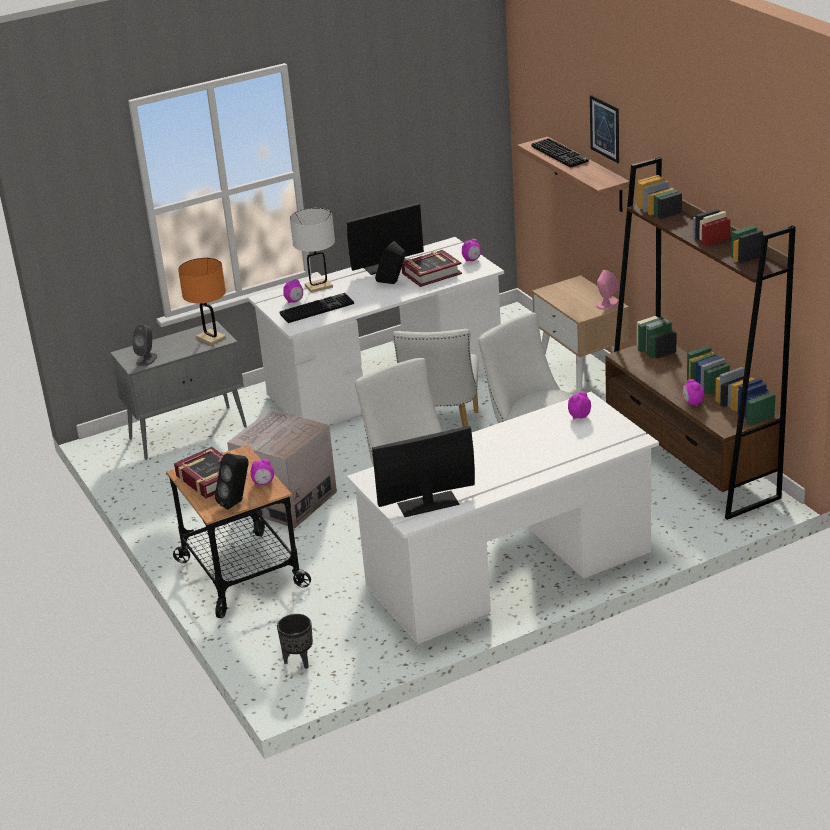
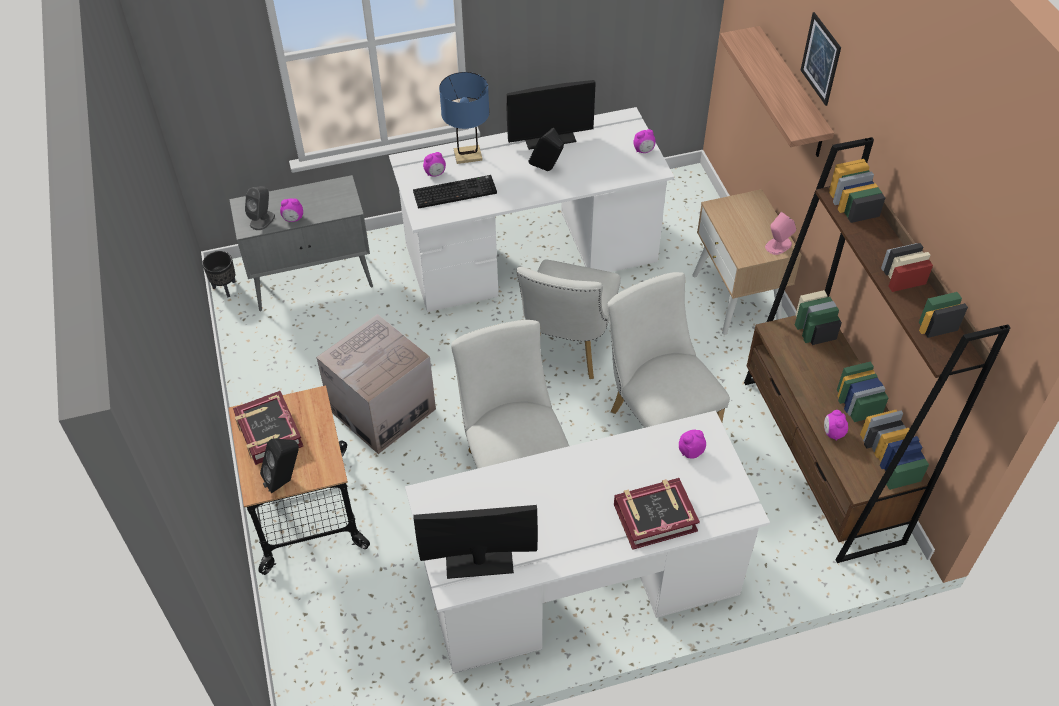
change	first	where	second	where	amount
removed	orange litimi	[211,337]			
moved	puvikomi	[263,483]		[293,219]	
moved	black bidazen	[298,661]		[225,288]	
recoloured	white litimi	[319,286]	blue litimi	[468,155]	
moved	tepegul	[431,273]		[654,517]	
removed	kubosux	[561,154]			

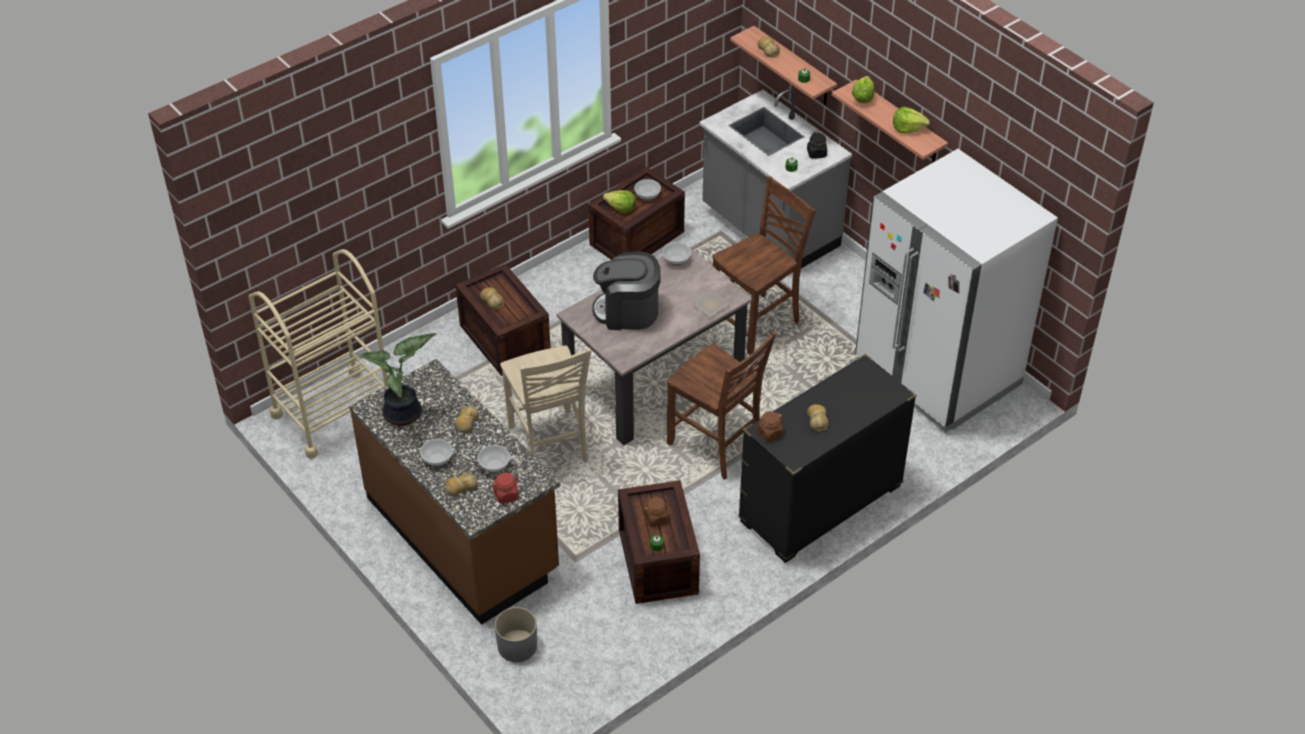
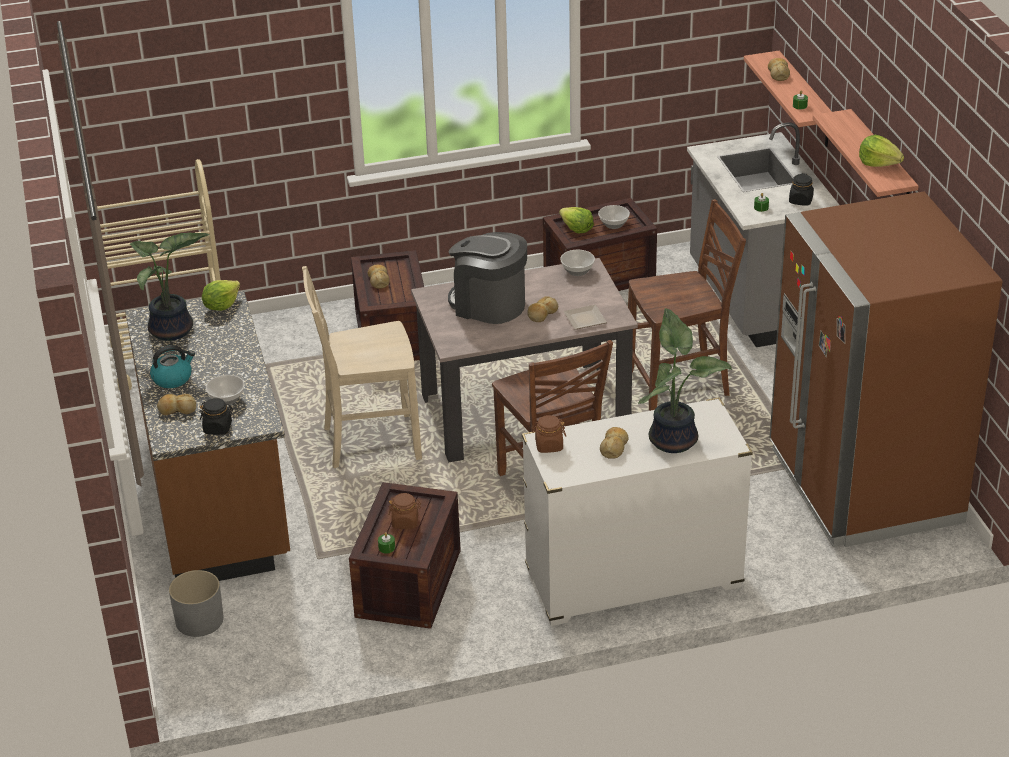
change	first	where	second	where	amount
replaced	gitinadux	[436,459]	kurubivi	[173,378]	
moved	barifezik	[466,423]		[542,314]	
recoloured	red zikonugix	[506,495]	black zikonugix	[218,428]	
turned	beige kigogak	[549,445]		[369,442]	75 degrees clockwise
recoloured	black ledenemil	[820,504]	white ledenemil	[633,580]	
moved	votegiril	[862,98]		[221,306]	
recoloured	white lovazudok	[937,373]	brown lovazudok	[864,486]	
added			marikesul	[675,439]	

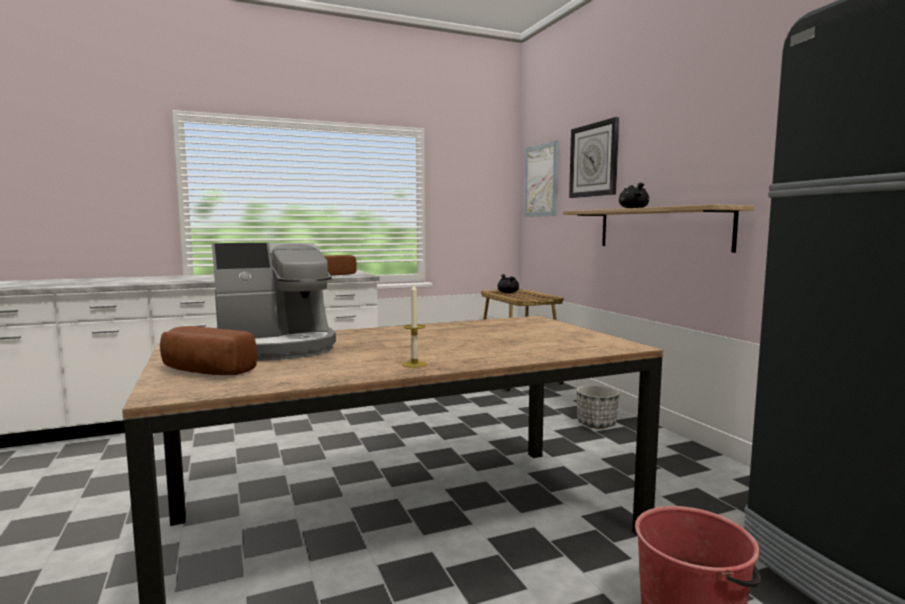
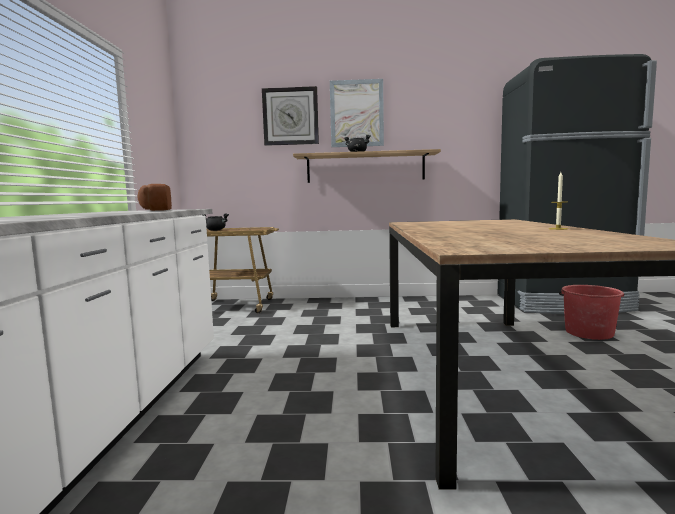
change	first	where	second	where	amount
removed	barifezik	[203,371]			
removed	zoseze	[274,348]			
moved	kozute	[541,180]		[356,113]	
removed	bidazen	[596,424]			

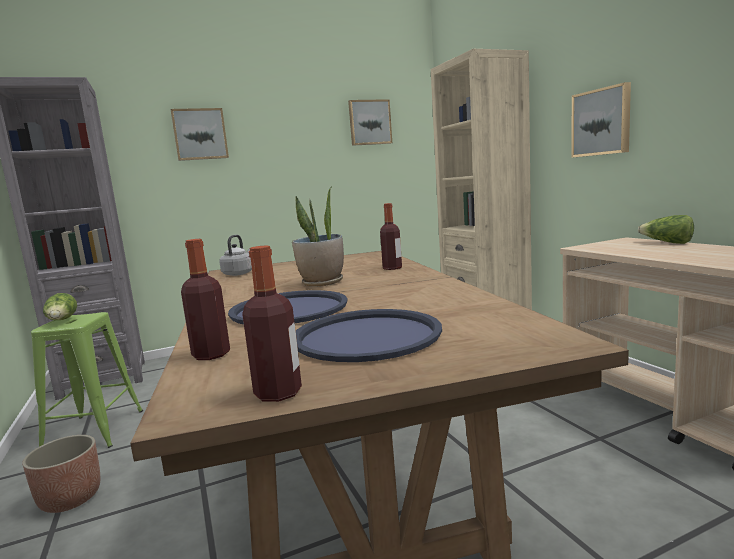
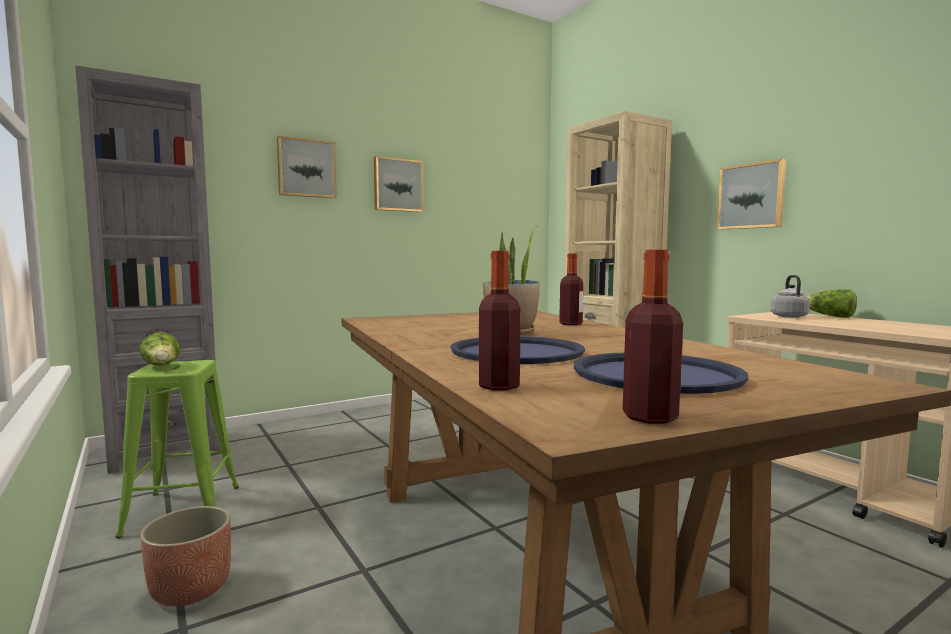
change	first	where	second	where	amount
moved	grey kurubivi	[239,273]		[788,316]	
moved	kozute	[369,122]		[398,185]	

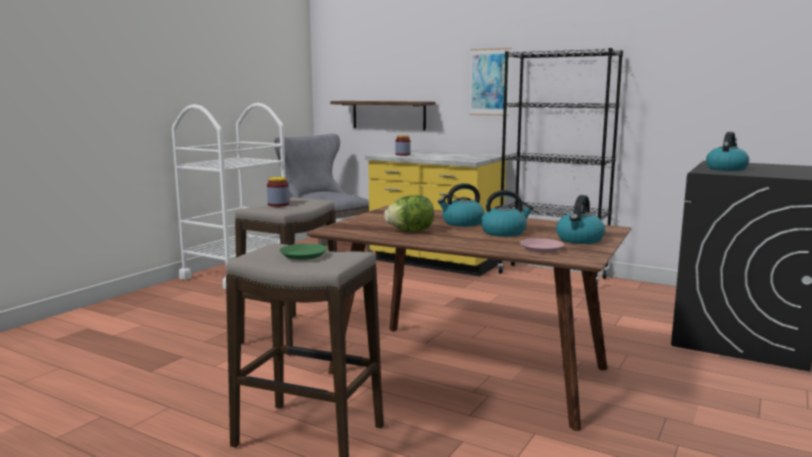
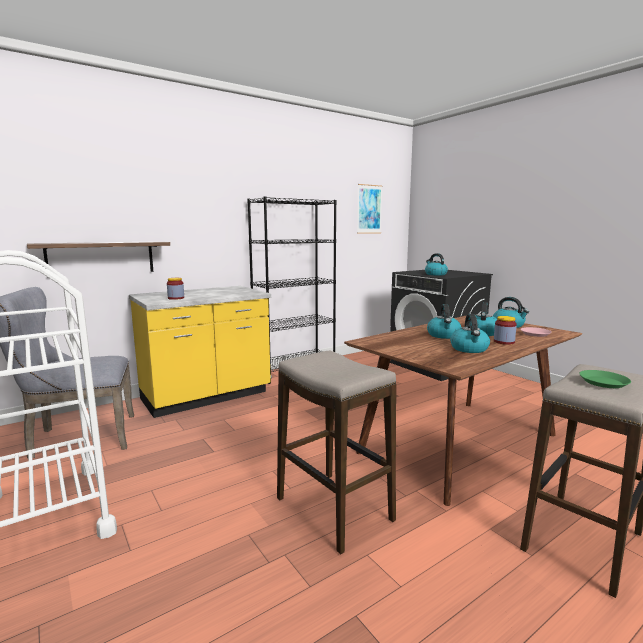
change	first	where	second	where	amount
moved	zikonugix	[278,204]		[504,342]	
replaced	votegiril	[410,231]	kurubivi	[469,349]	
moved	kozute	[489,82]		[369,209]	

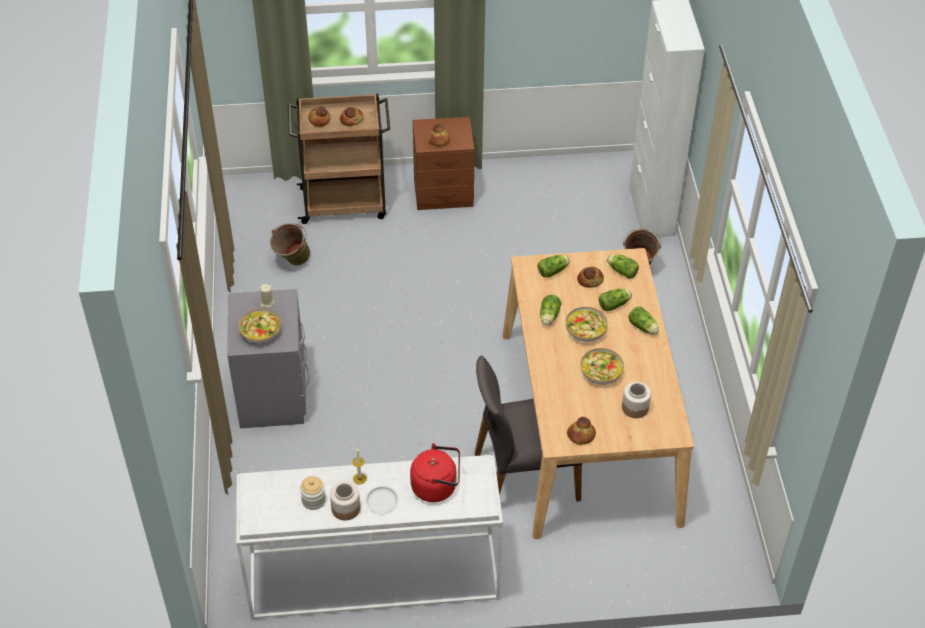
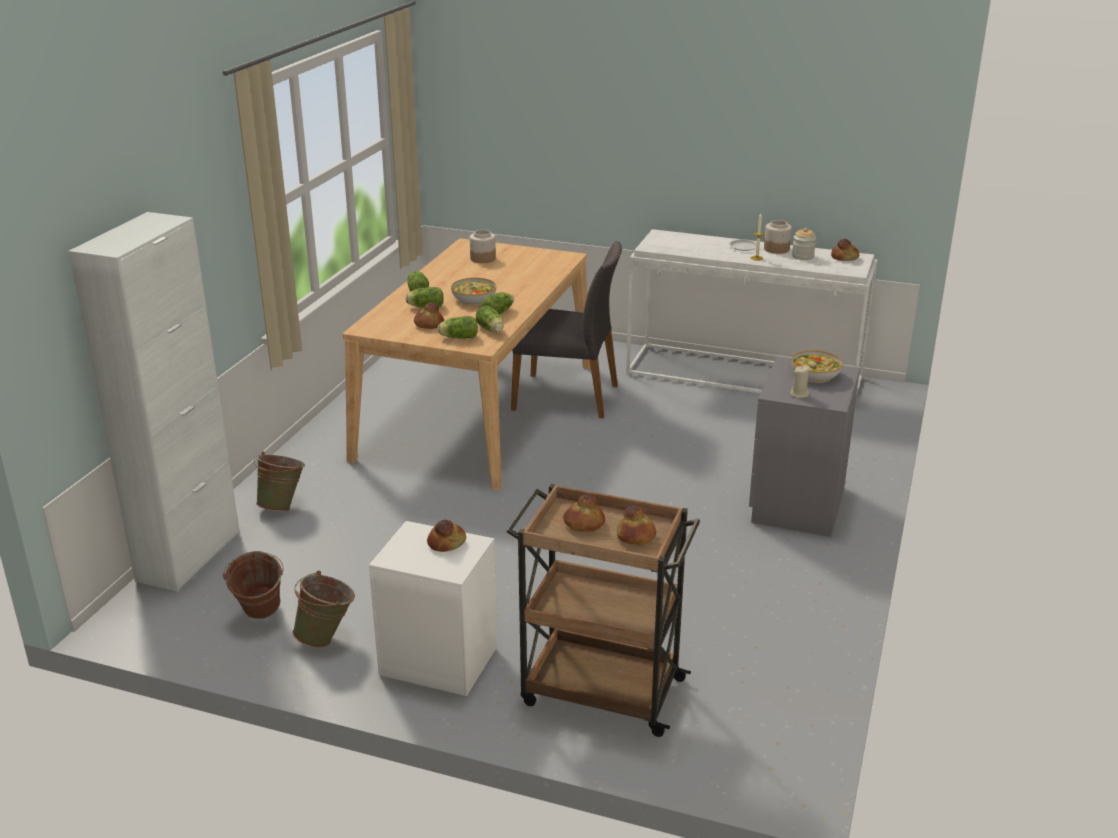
change	first	where	second	where	amount
moved	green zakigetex	[292,263]		[327,638]	
removed	red kurubivi	[437,486]			
recoloured	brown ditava	[445,193]	white ditava	[437,659]	
moved	barifezik	[580,435]		[844,258]	
removed	gitinadux	[601,373]			
moved	votegiril	[621,271]		[491,330]	
added			brown zakigetex	[260,617]	

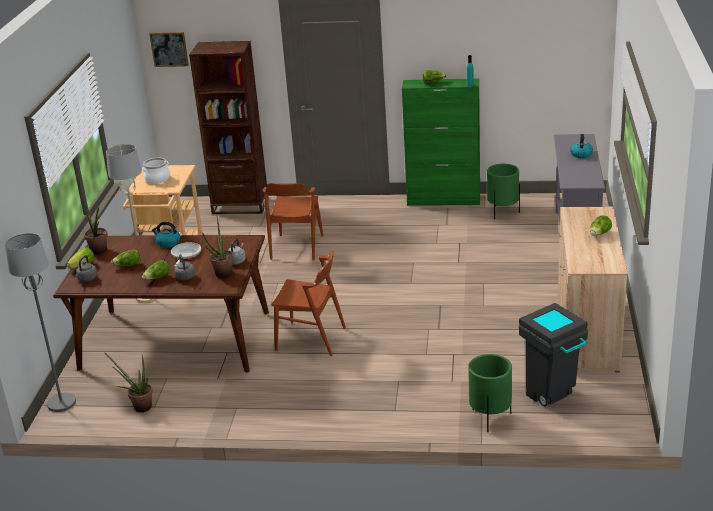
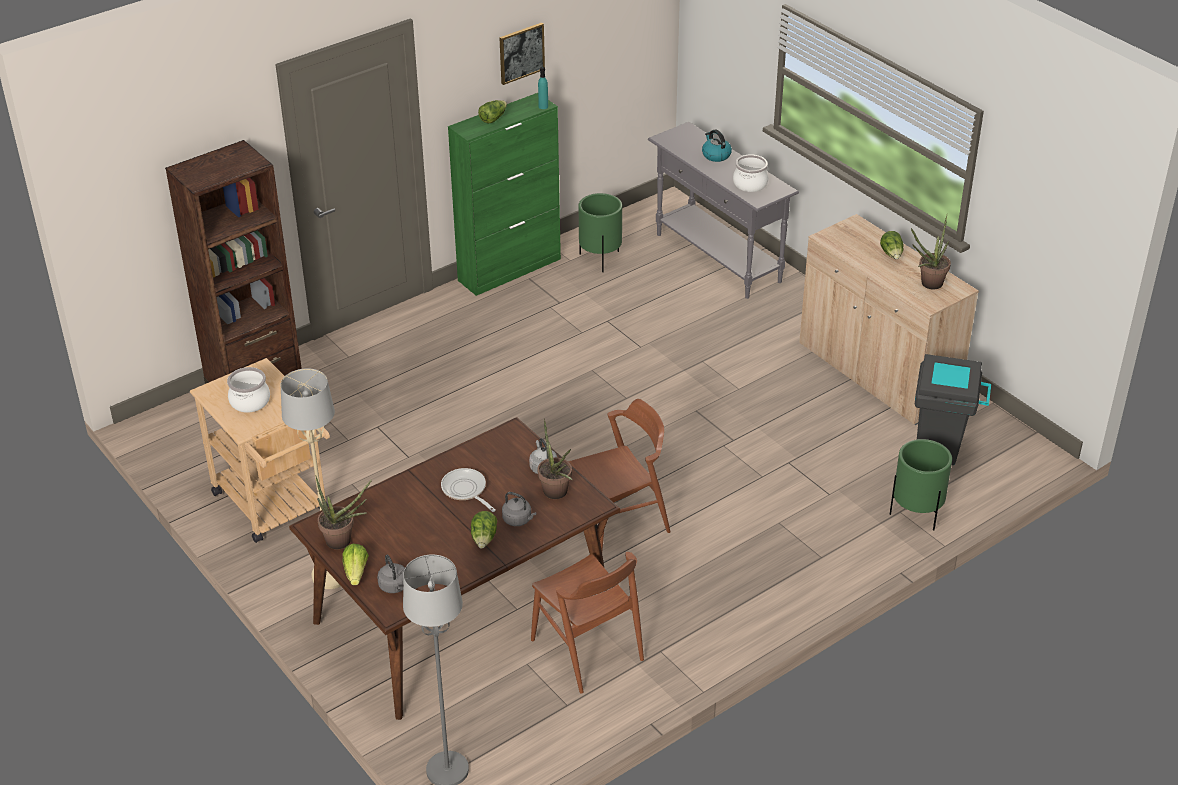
change	first	where	second	where	amount
moved	marikesul	[139,407]		[927,284]	
removed	votegiril	[128,266]			
moved	kozute	[169,49]		[521,53]	
removed	kurubivi	[168,243]			
moved	brown kigogak	[296,247]		[587,649]	
added			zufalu	[750,184]	

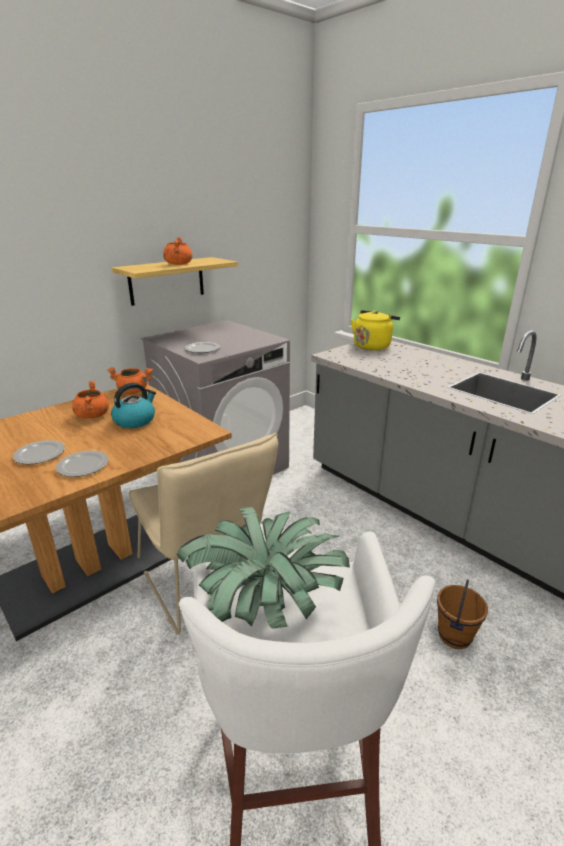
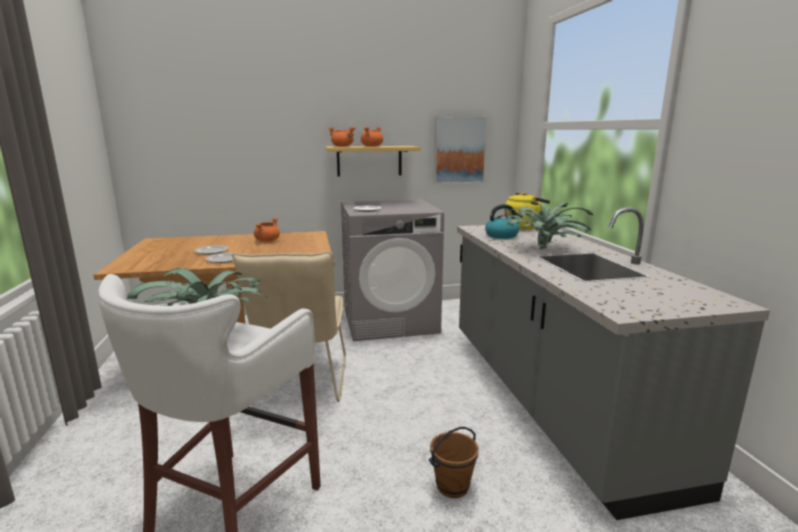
change	first	where	second	where	amount
moved	orange zufalu	[133,391]		[342,146]	
moved	kurubivi	[135,420]		[502,235]	
added			kozute	[459,150]	
added			marikesul	[545,250]	

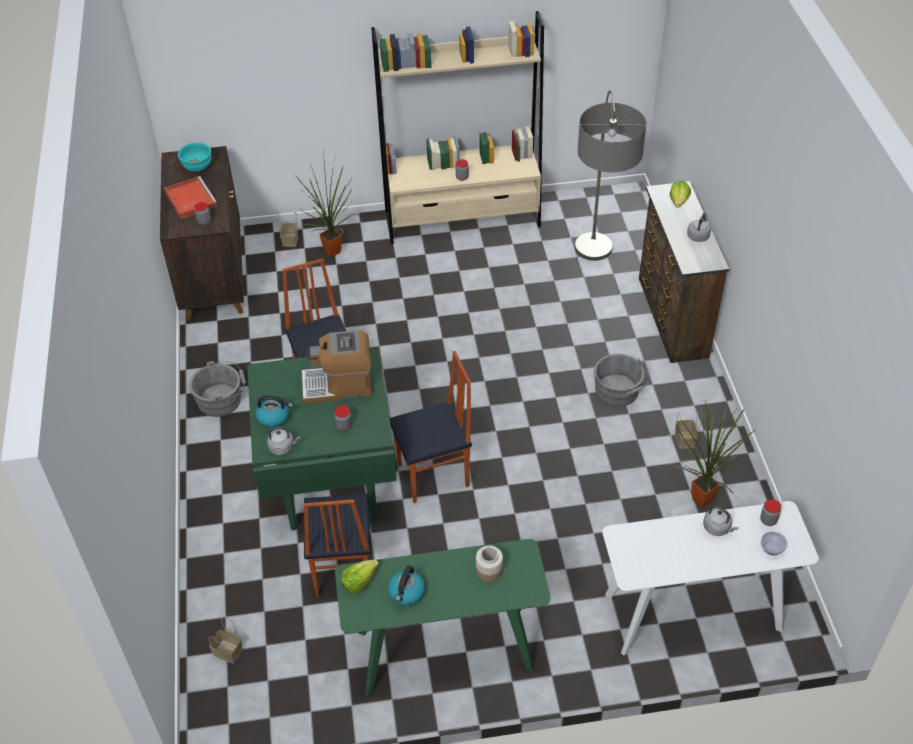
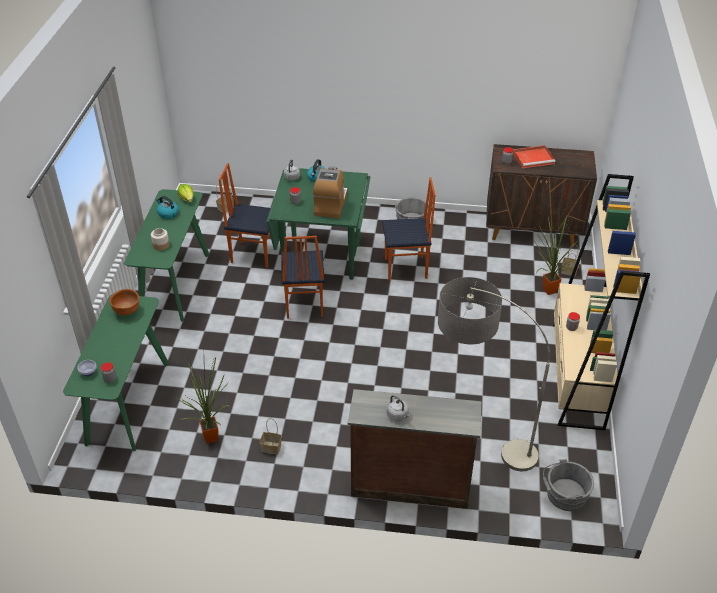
change	first	where	second	where	amount
removed	turquoise gitinadux	[197,168]			
moved	grey zakigetex	[618,392]		[564,495]	
recoloured	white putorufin	[693,612]	green putorufin	[128,402]	
removed	votegiril	[679,201]			
removed	grey kurubivi	[717,528]			
added			brown gitinadux	[127,311]	

